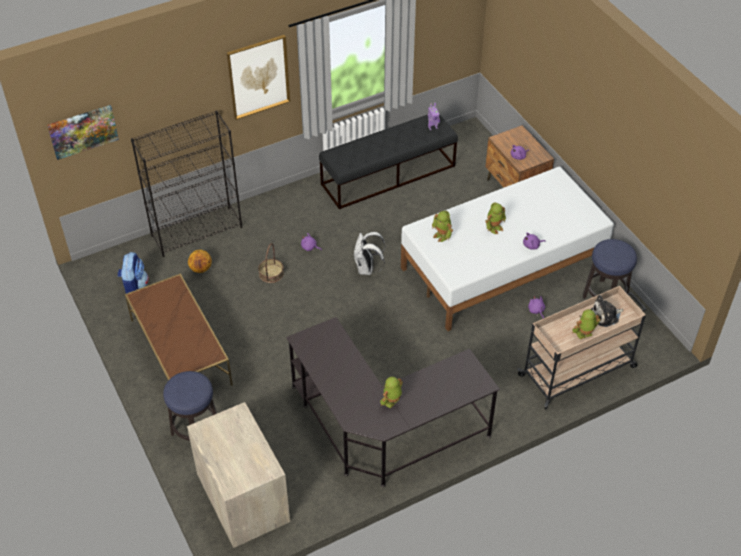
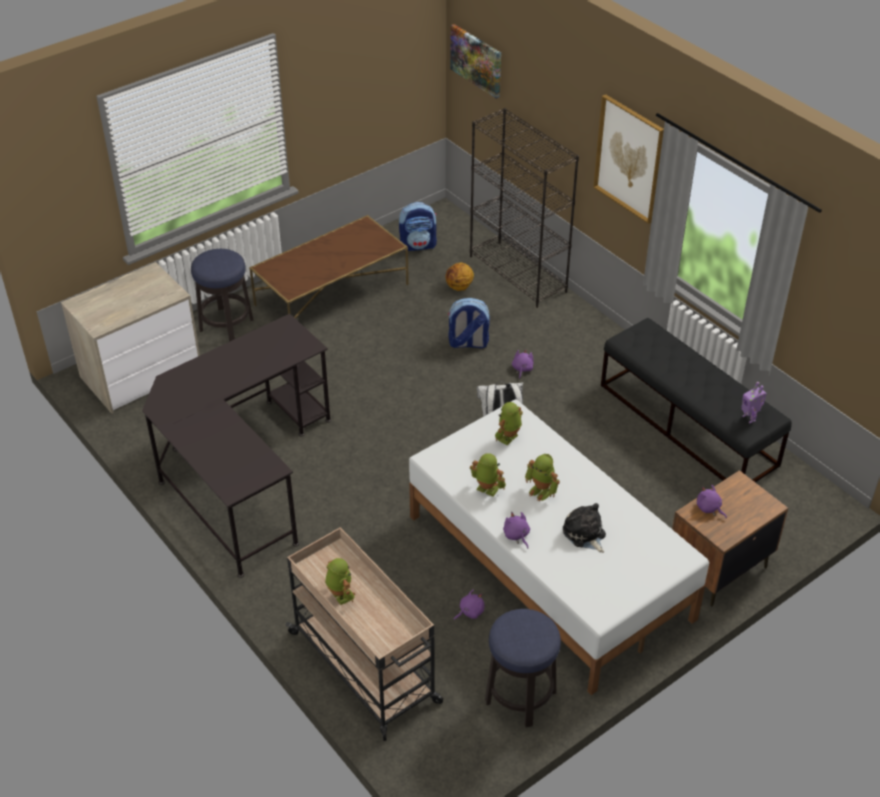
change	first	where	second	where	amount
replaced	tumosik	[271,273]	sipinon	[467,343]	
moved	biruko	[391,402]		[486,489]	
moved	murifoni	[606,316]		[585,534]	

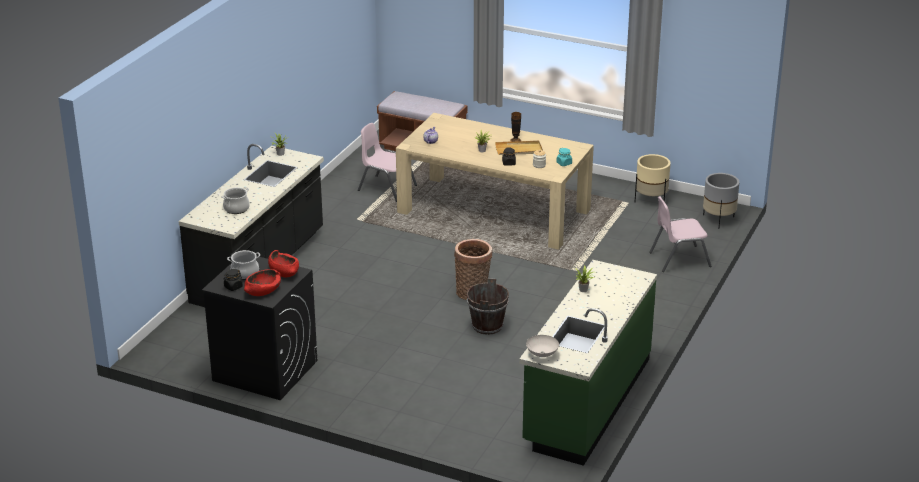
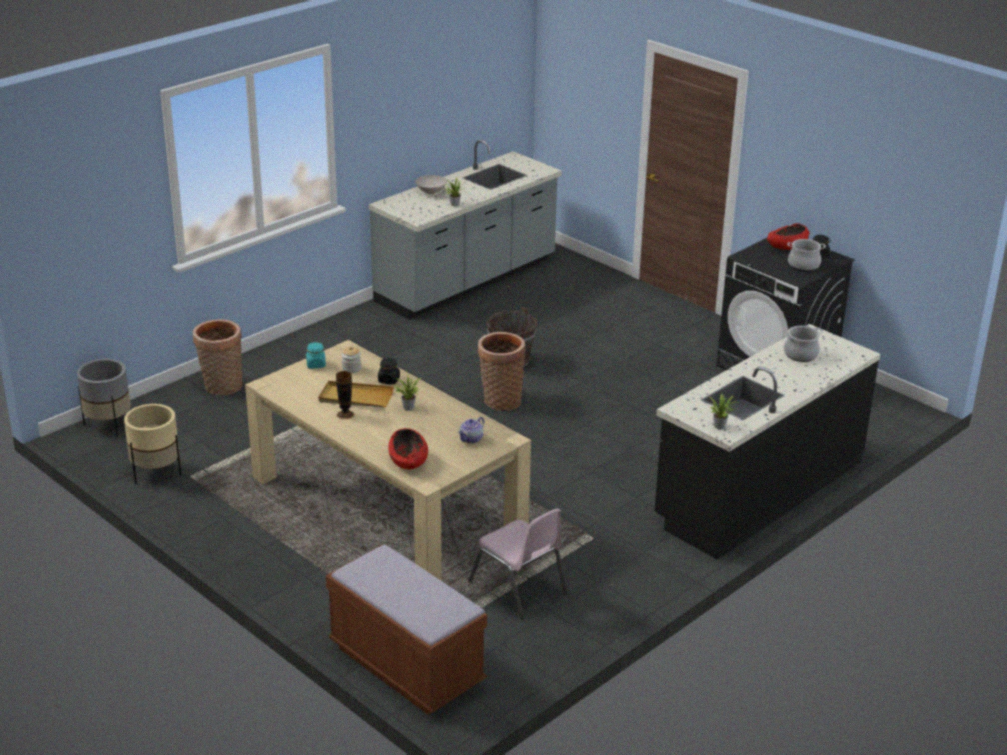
change	first	where	second	where	amount
moved	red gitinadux	[283,271]		[408,460]	
recoloured	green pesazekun	[586,401]	grey pesazekun	[467,282]	
moved	white gitinadux	[542,354]		[430,192]	
replaced	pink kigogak	[679,259]	tumosik	[221,387]	

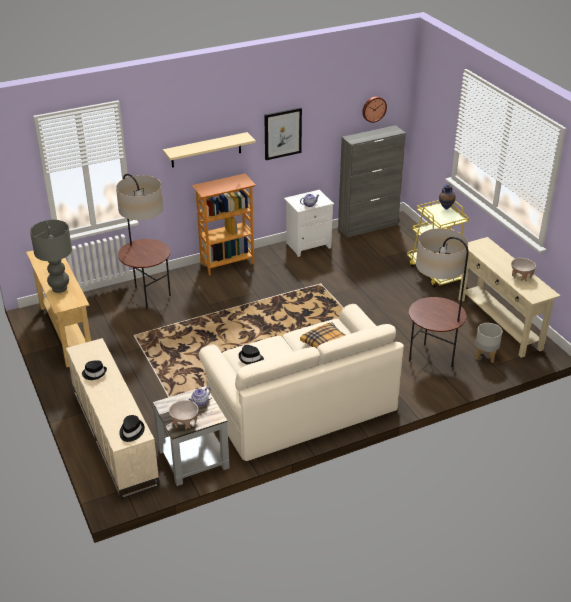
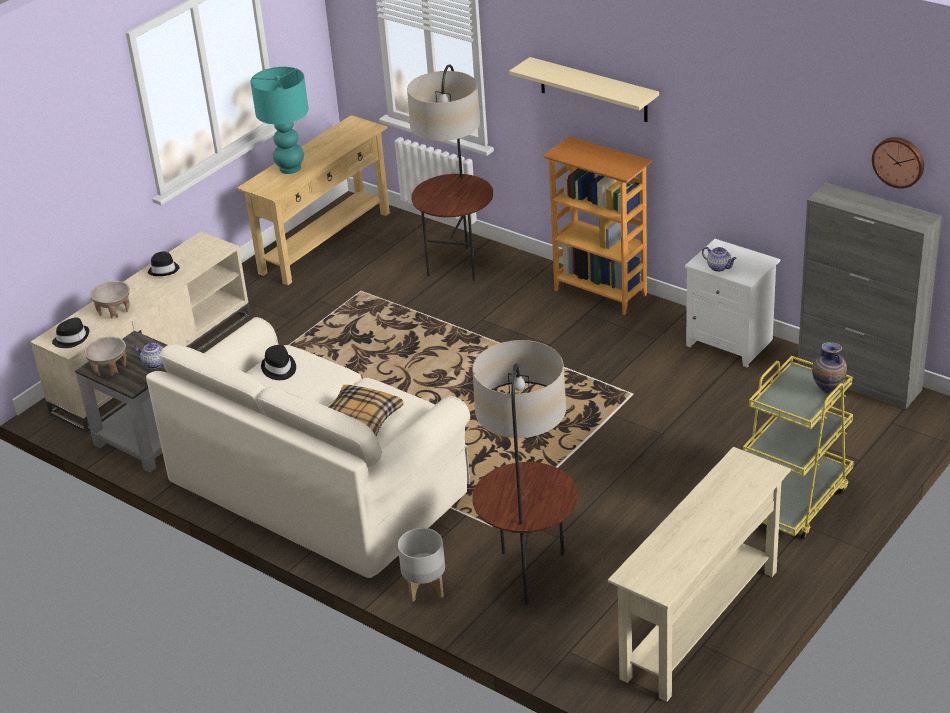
change	first	where	second	where	amount
recoloured	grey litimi	[59,288]	turquoise litimi	[290,168]	
removed	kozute	[282,133]			
moved	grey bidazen	[485,356]		[424,588]	
moved	beige gitinadux	[521,276]		[114,310]	

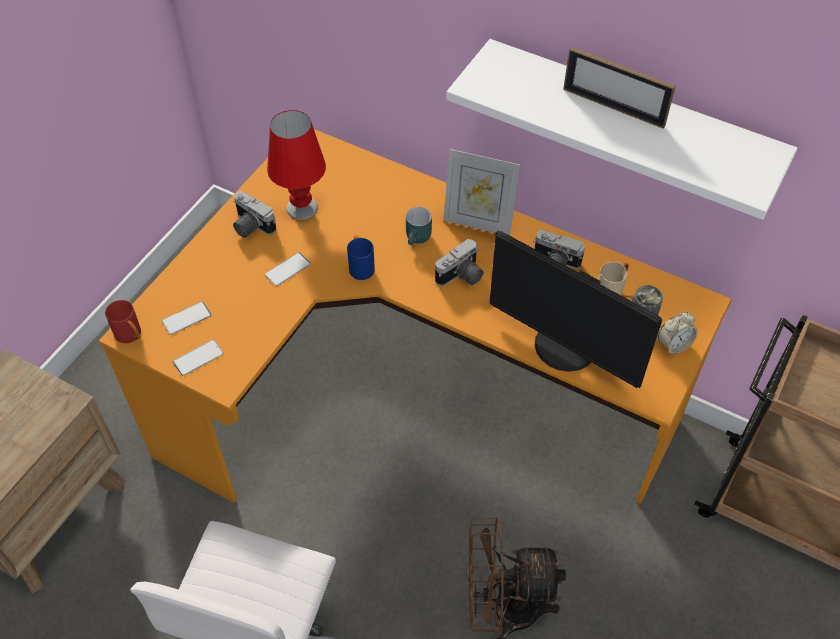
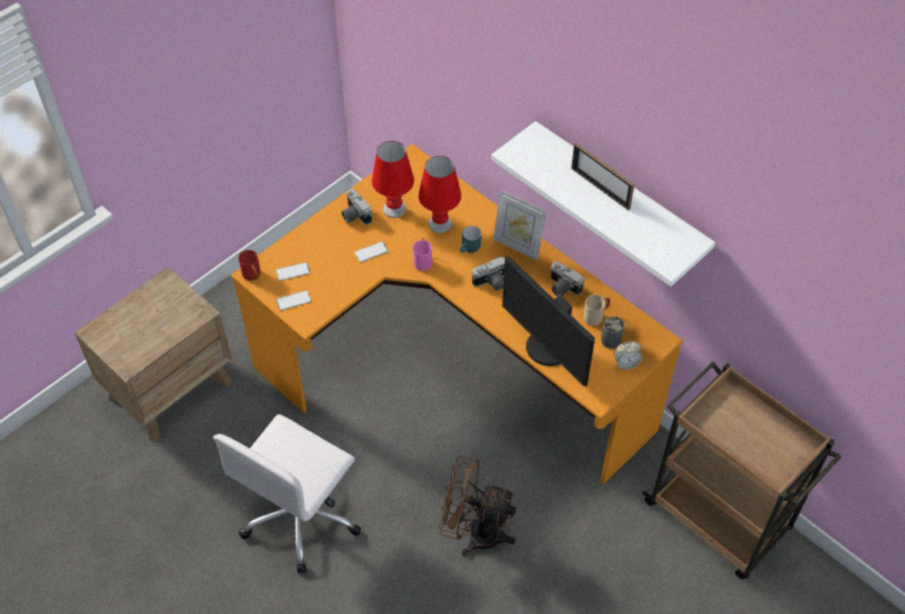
change	first	where	second	where	amount
recoloured	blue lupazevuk	[360,266]	pink lupazevuk	[422,260]	
added			red litimi	[440,223]	

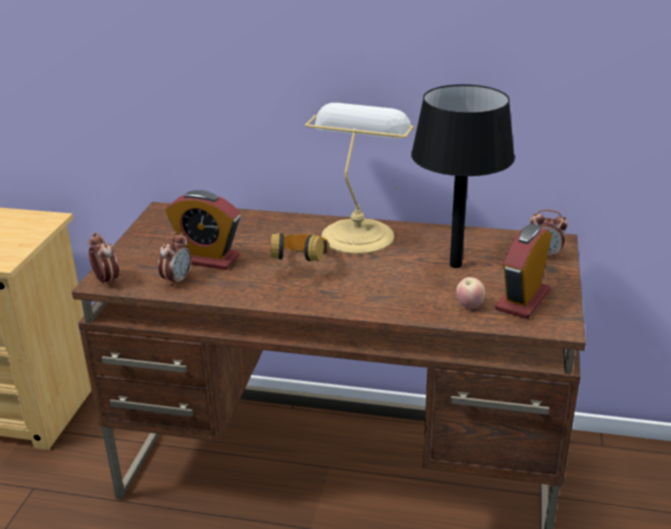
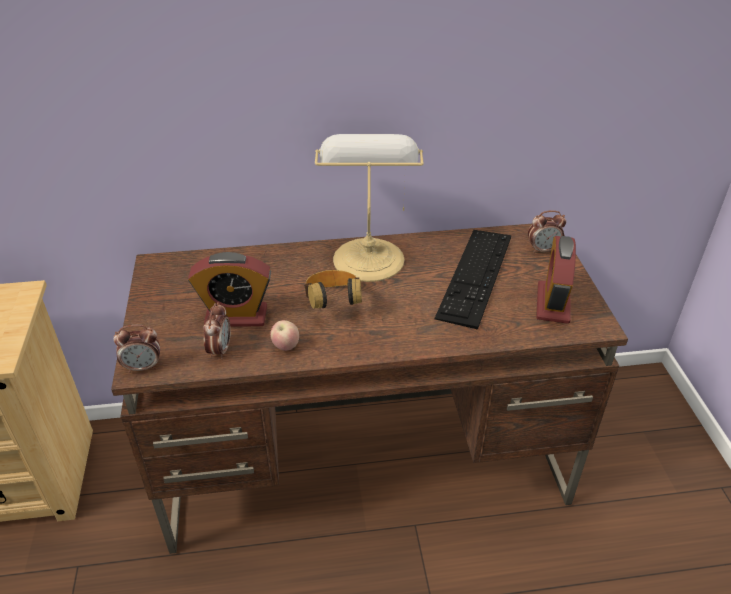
change	first	where	second	where	amount
turned	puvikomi	[106,281]		[143,367]	135 degrees clockwise
replaced	black litimi	[456,265]	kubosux	[475,275]	
moved	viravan	[469,306]		[285,346]	

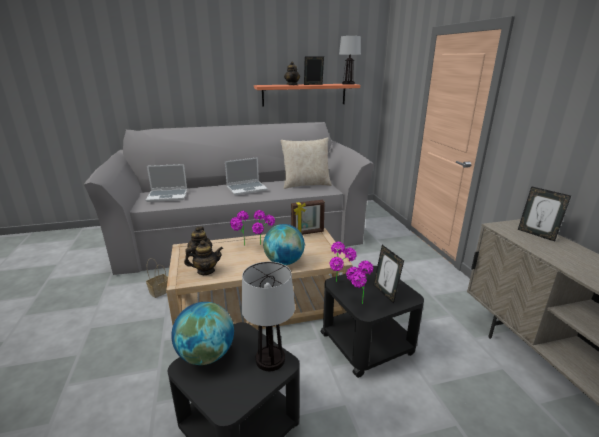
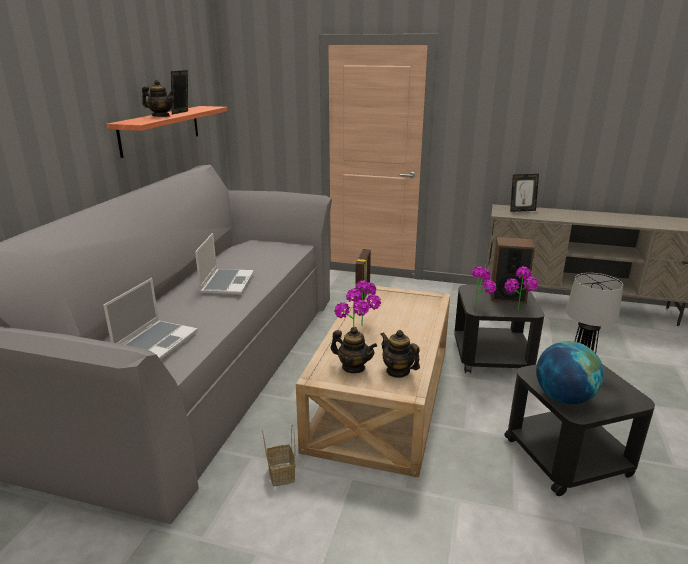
change	first	where	second	where	amount
turned	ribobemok	[205,271]		[398,371]	60 degrees counterclockwise
removed	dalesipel	[284,262]			
removed	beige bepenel	[306,184]			
removed	litimi	[348,84]			
replaced	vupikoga	[385,293]	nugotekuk	[507,296]	

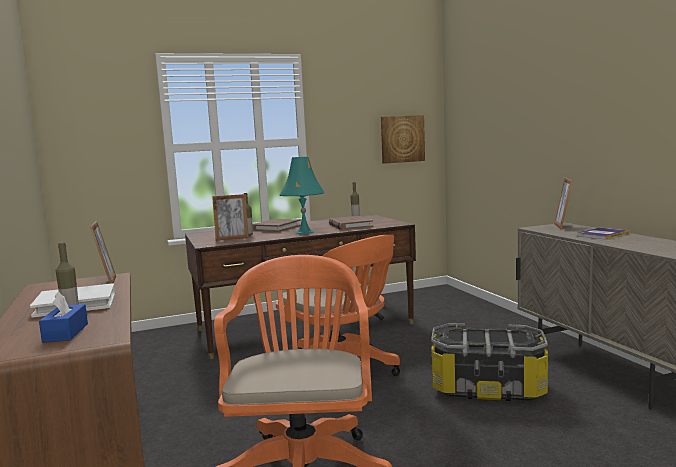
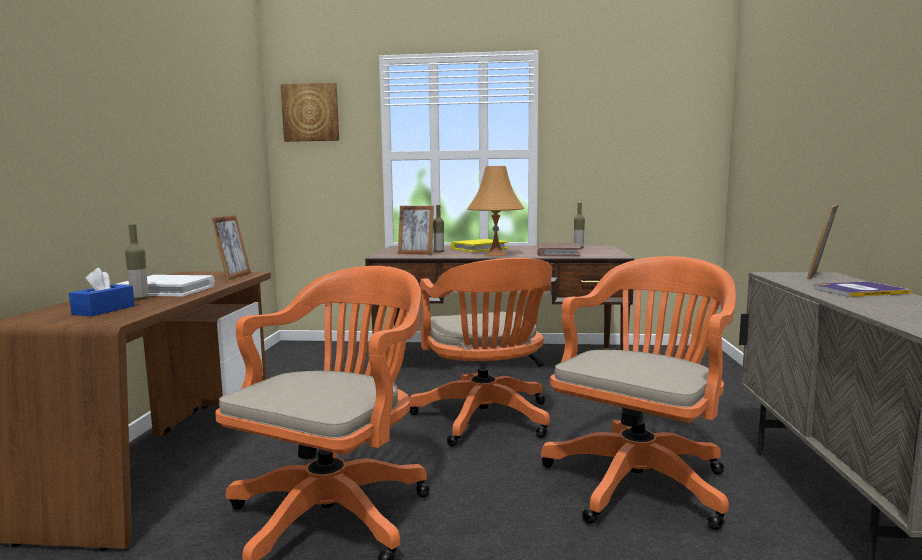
change	first	where	second	where	amount
recoloured	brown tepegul	[276,228]	yellow tepegul	[479,248]	
recoloured	turquoise litimi	[304,232]	orange litimi	[495,255]	
moved	kozute	[402,139]		[311,112]	
replaced	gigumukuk	[487,387]	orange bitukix	[640,479]	

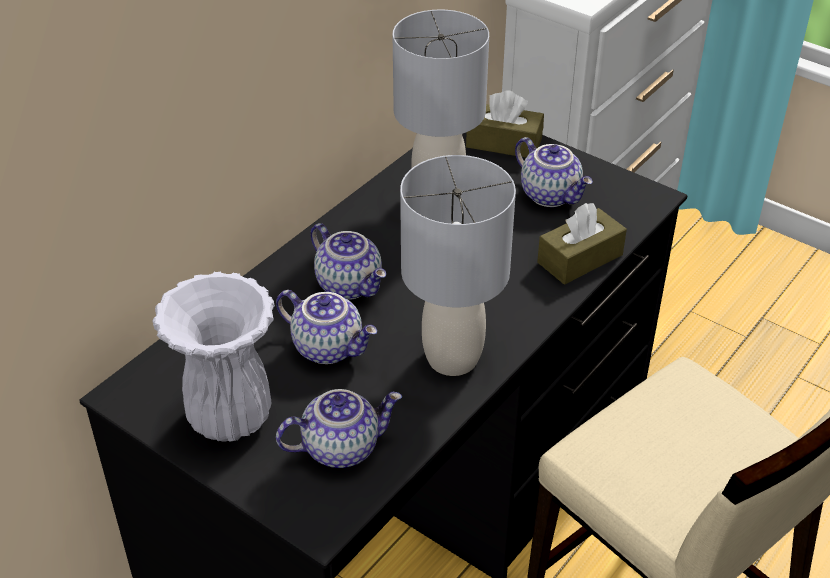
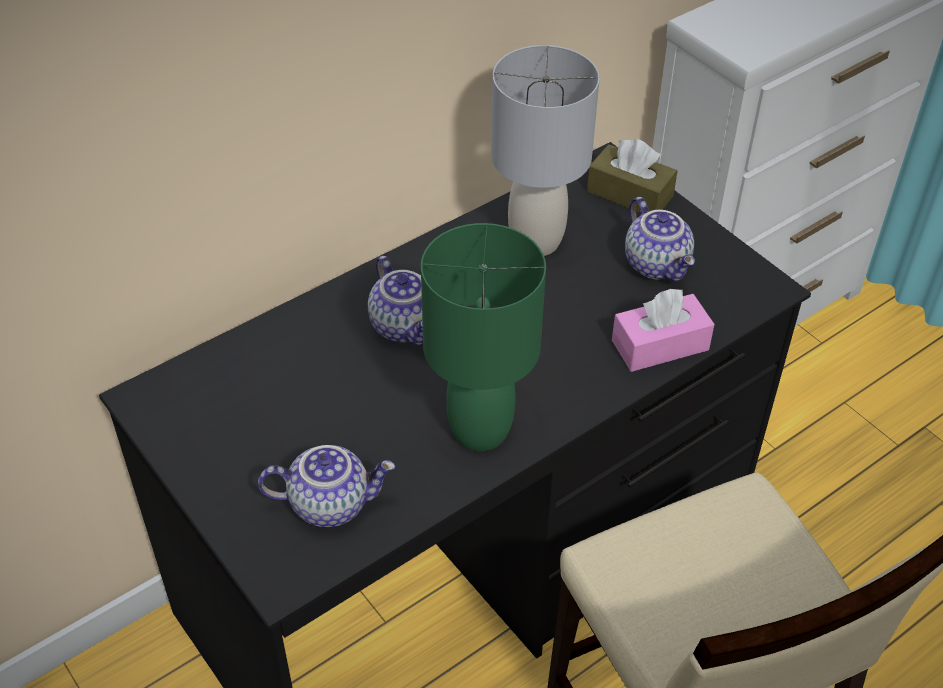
change	first	where	second	where	amount
removed	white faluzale	[232,417]			
removed	ribobemok	[329,347]			
recoloured	grey litimi	[453,359]	green litimi	[481,431]	
recoloured	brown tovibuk	[580,258]	pink tovibuk	[660,345]	

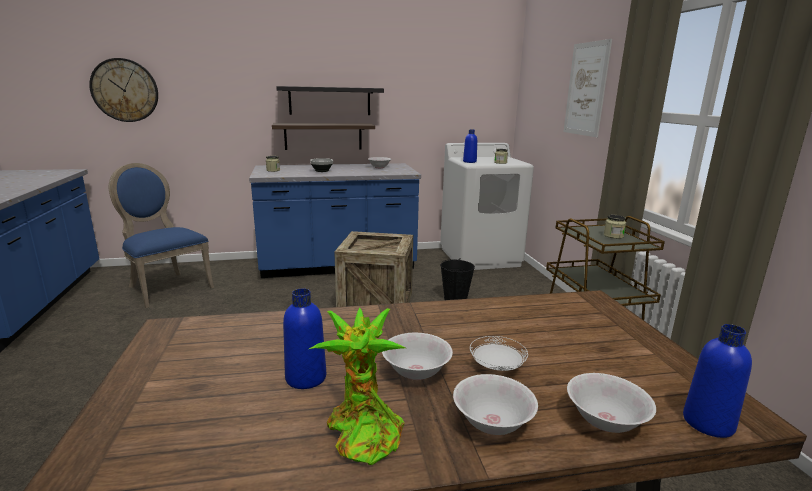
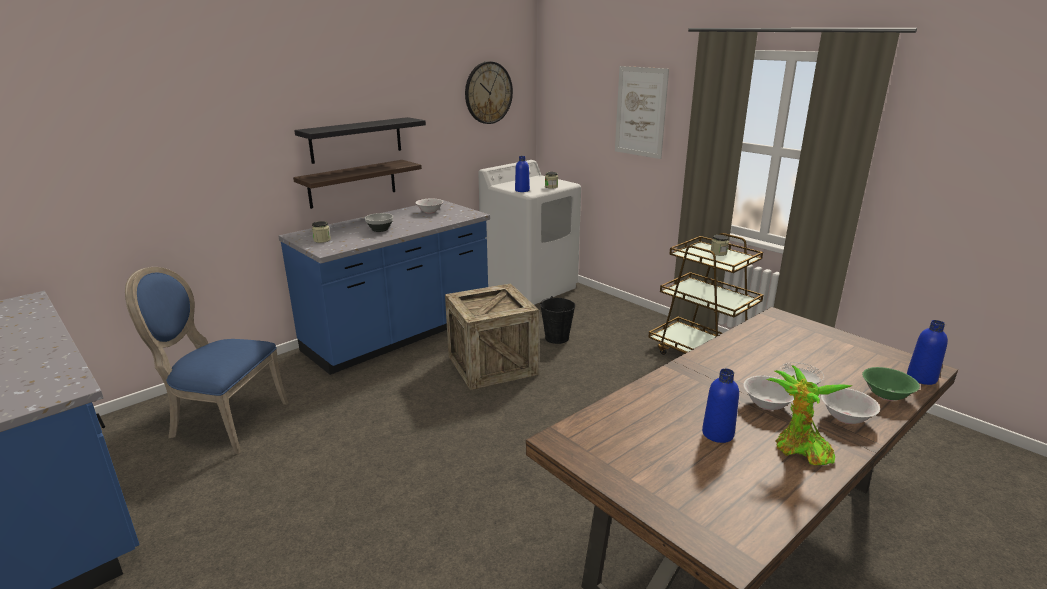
change	first	where	second	where	amount
moved	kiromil	[125,90]		[488,93]	
recoloured	white gitinadux	[605,422]	green gitinadux	[886,395]	

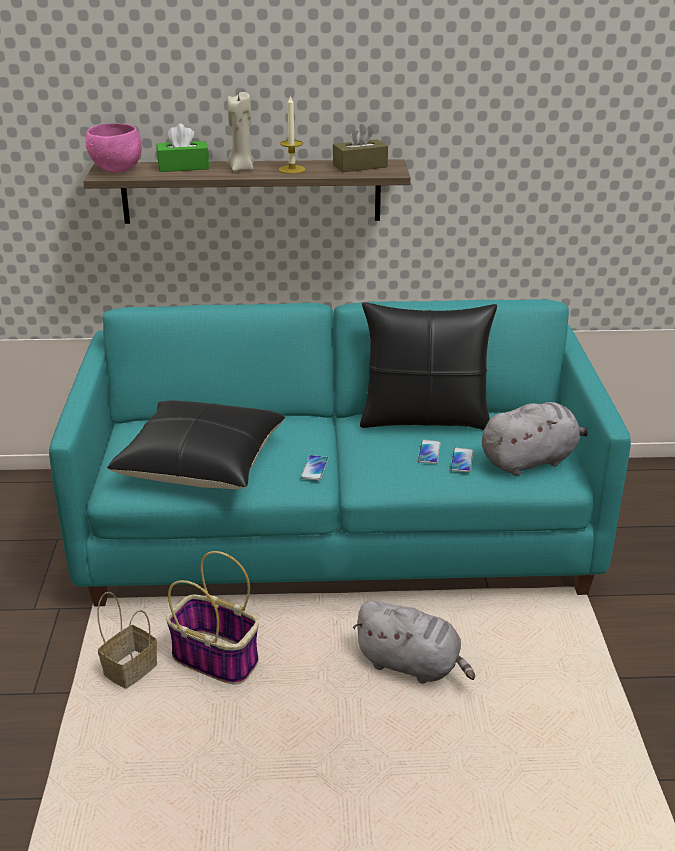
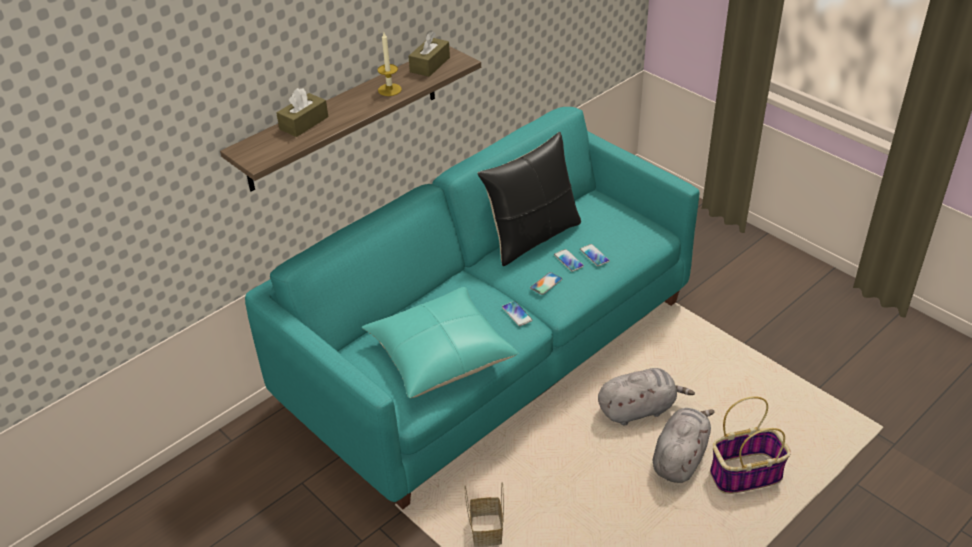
change	first	where	second	where	amount
removed	pink gitinadux	[117,170]			
recoloured	black bepenel	[201,462]	turquoise bepenel	[440,354]	
recoloured	green tovibuk	[183,167]	brown tovibuk	[304,123]	
moved	tumosik	[217,659]		[746,474]	
removed	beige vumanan	[241,169]			
moved	grey murifoni	[531,460]		[680,457]	
added			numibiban	[546,283]	

